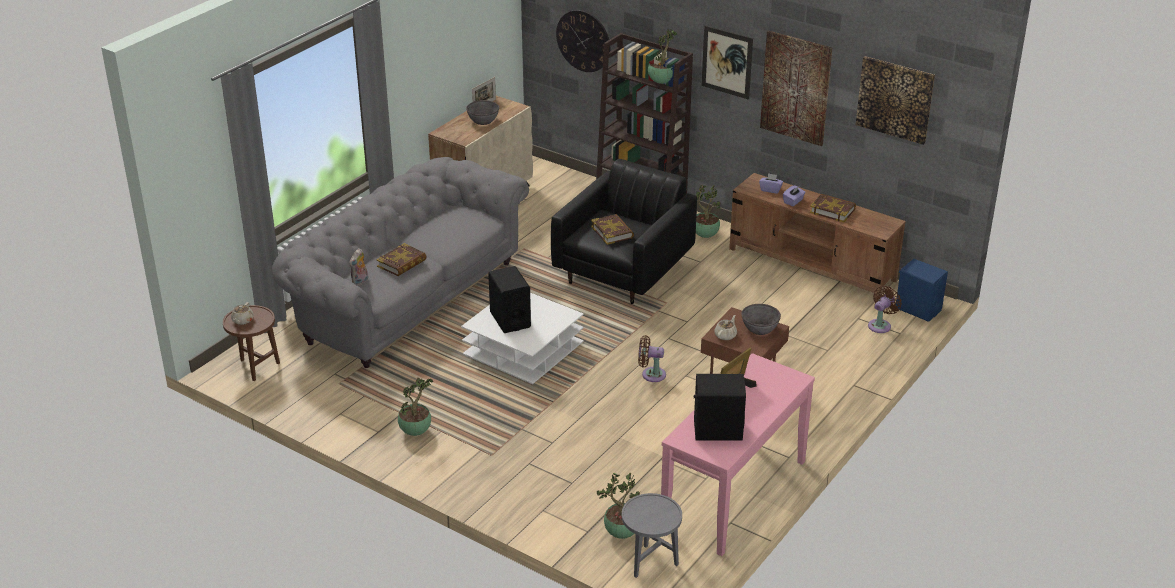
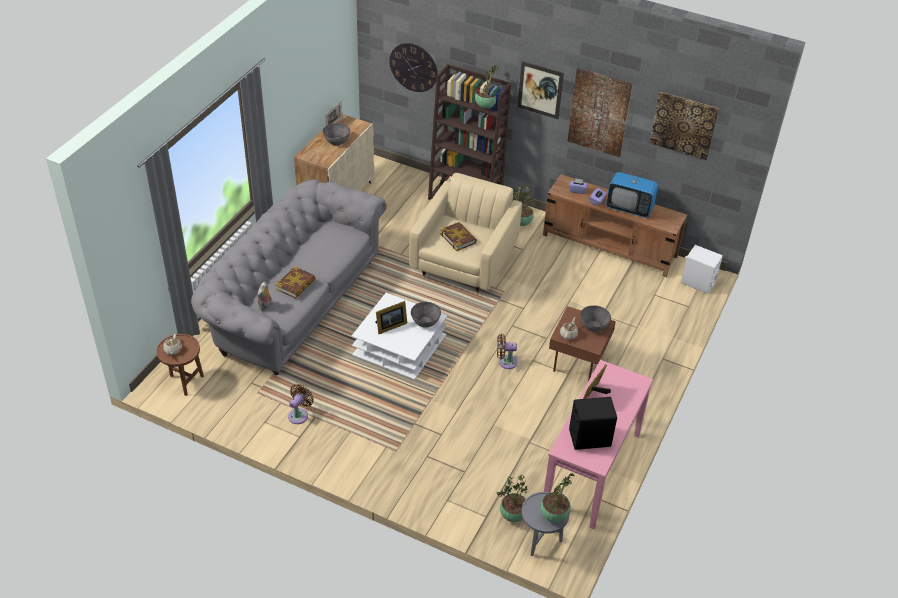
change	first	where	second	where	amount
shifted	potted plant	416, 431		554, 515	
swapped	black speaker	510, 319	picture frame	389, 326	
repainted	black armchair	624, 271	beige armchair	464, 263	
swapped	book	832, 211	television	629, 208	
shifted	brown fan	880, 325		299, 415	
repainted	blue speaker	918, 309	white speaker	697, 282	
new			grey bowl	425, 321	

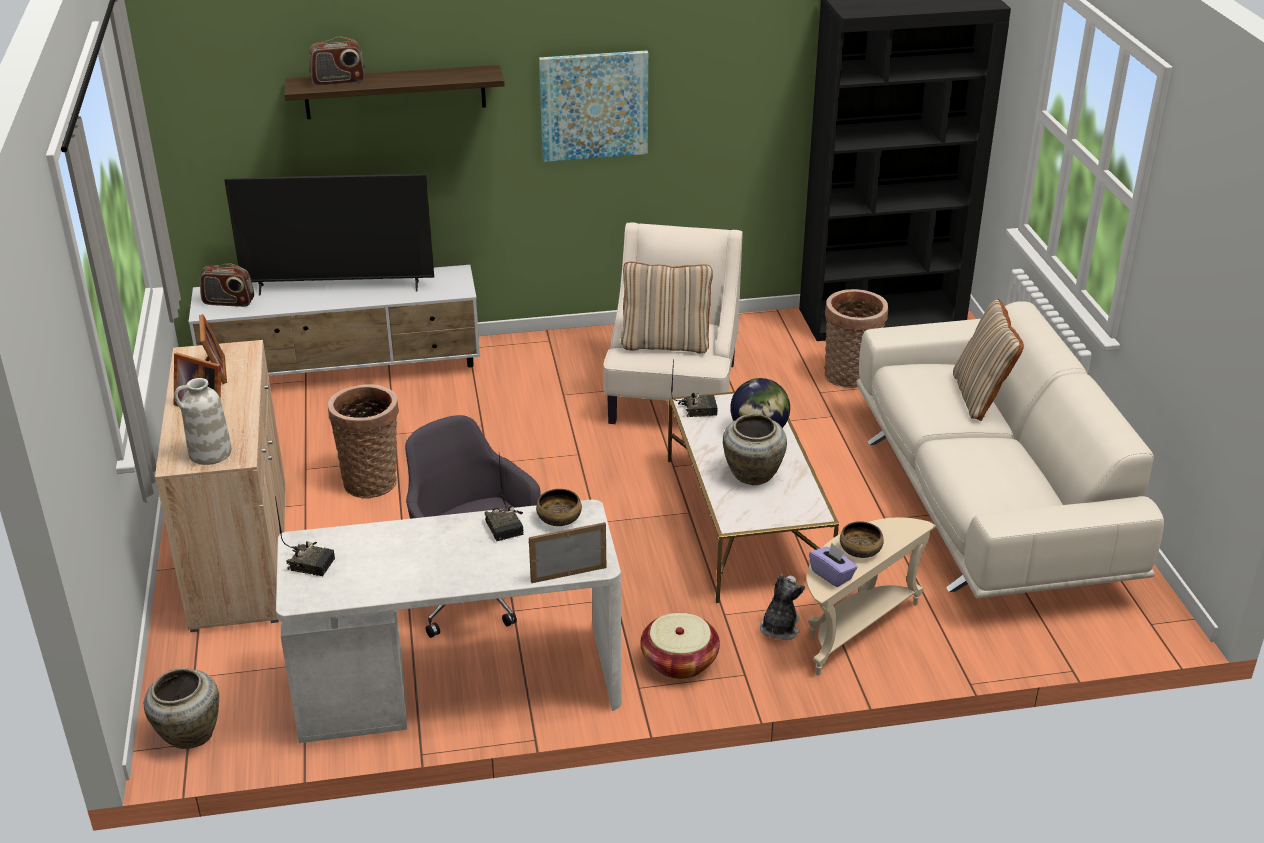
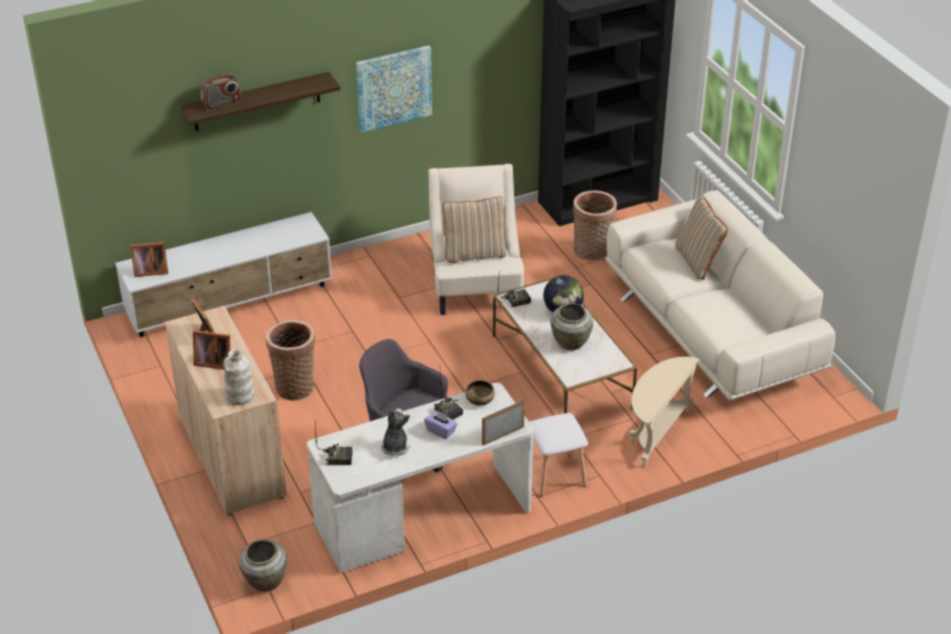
change	first	where	second	where	amount
swapped	radio	228, 302	picture frame	149, 271	
gone	television	339, 287			
swapped	basket	679, 661	white stool	556, 474	
shifted	plush toy	779, 628		395, 447	
shifted	purple tissue box	832, 575		441, 431	
gone	bowl	860, 550			

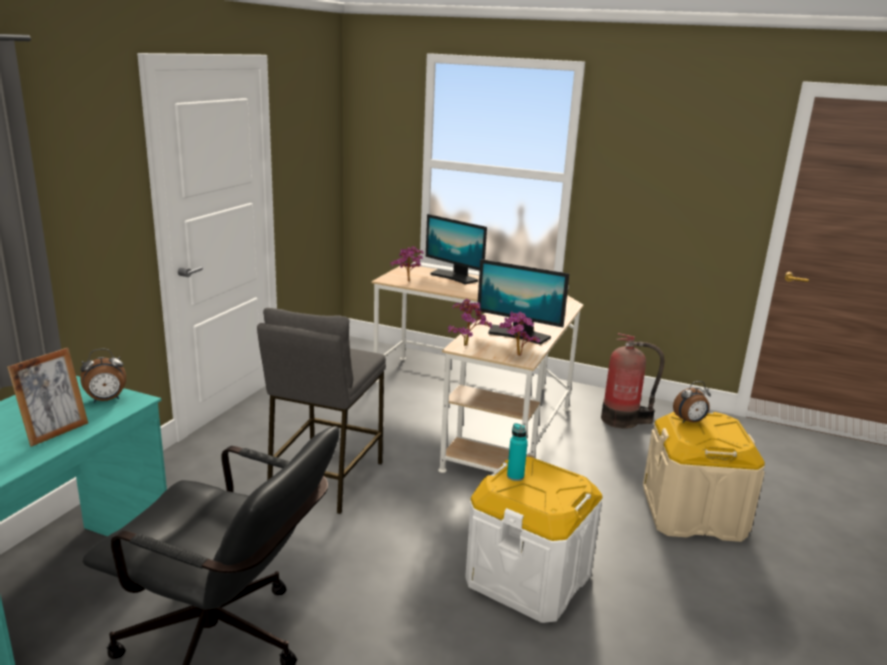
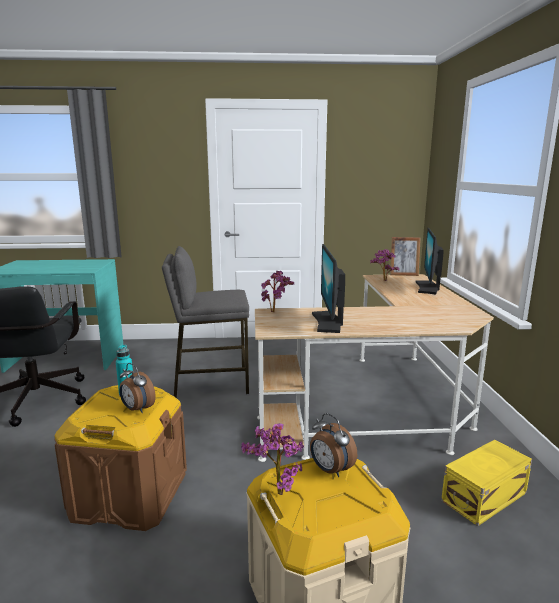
change	first	where	second	where	amount
shifted	picture frame	55, 432		403, 274	
shifted	alarm clock	106, 400		137, 409	
repainted	white storage box	528, 578	brown storage box	130, 495	
shifted	potted plant	516, 356		275, 491	
swapped	fire extinguisher	623, 420	yellow storage box	486, 497	

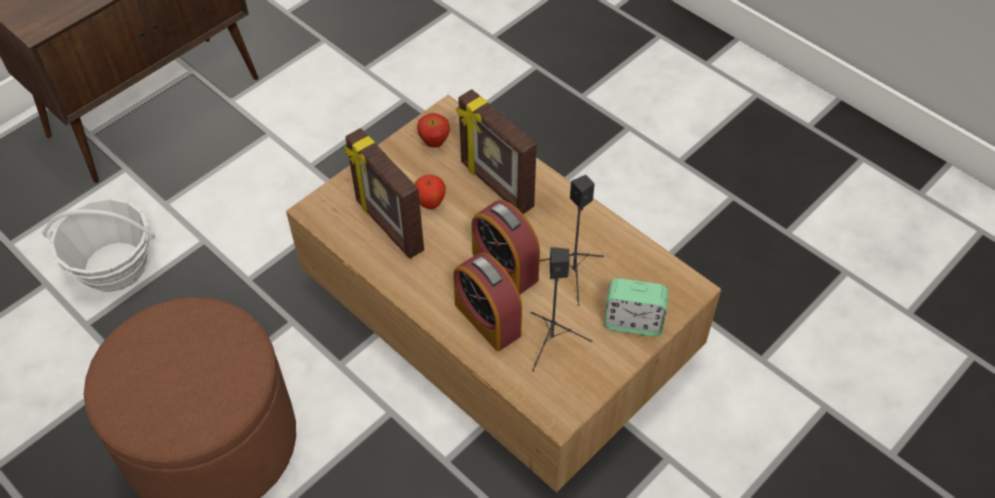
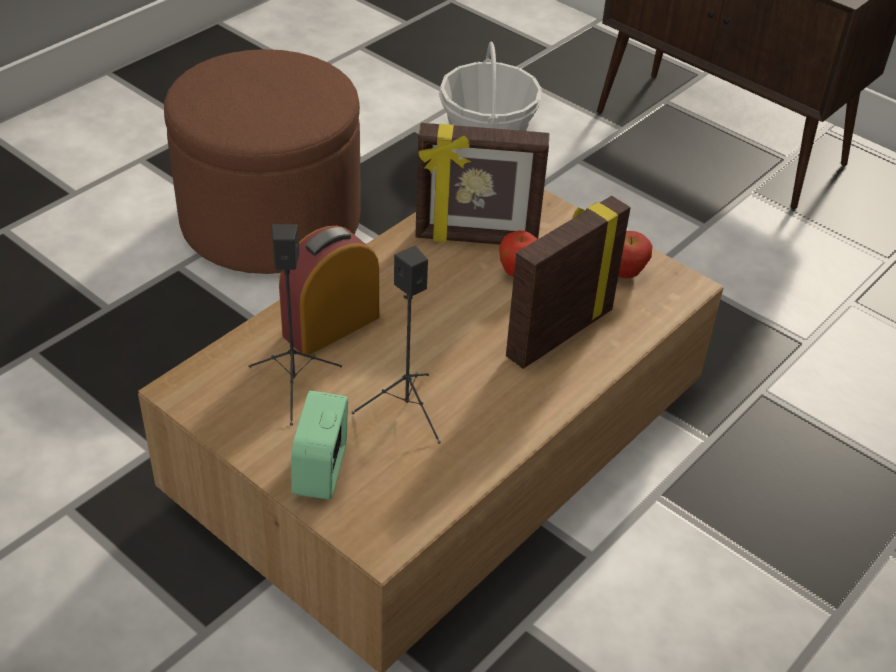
change	first	where	second	where	amount
rotated	picture frame	388, 226		476, 239	135 degrees counterclockwise
gone	alarm clock	505, 266			

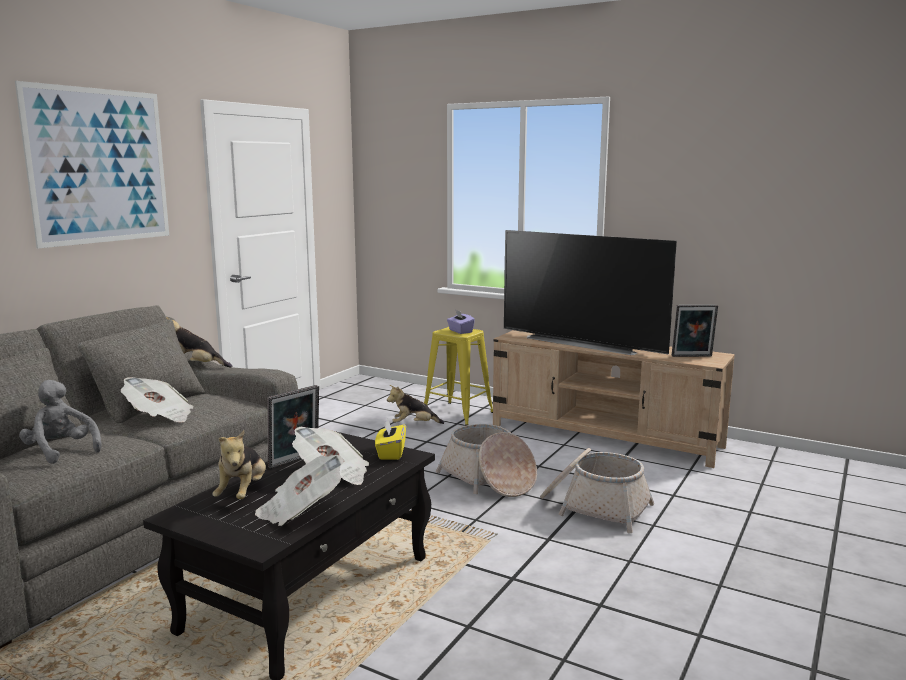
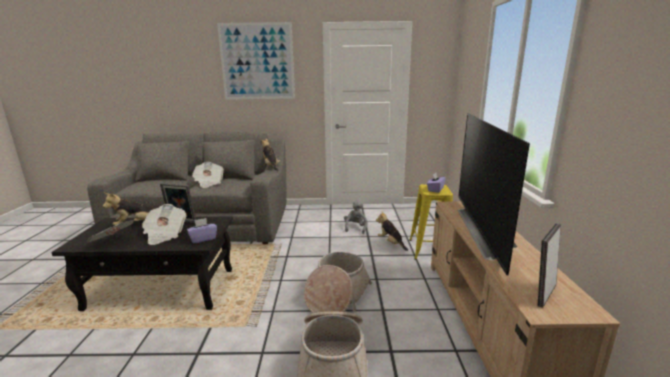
change	first	where	second	where	amount
shifted	grey plush toy	61, 451		355, 228	
repainted	yellow tissue box	391, 453	purple tissue box	203, 239	
rotated	picture frame	692, 356		543, 294	75 degrees clockwise

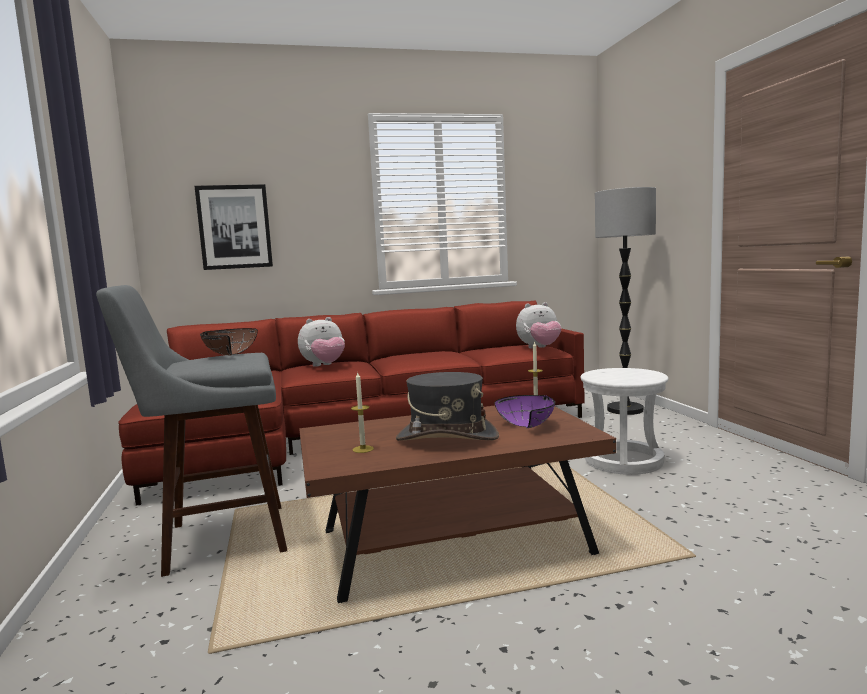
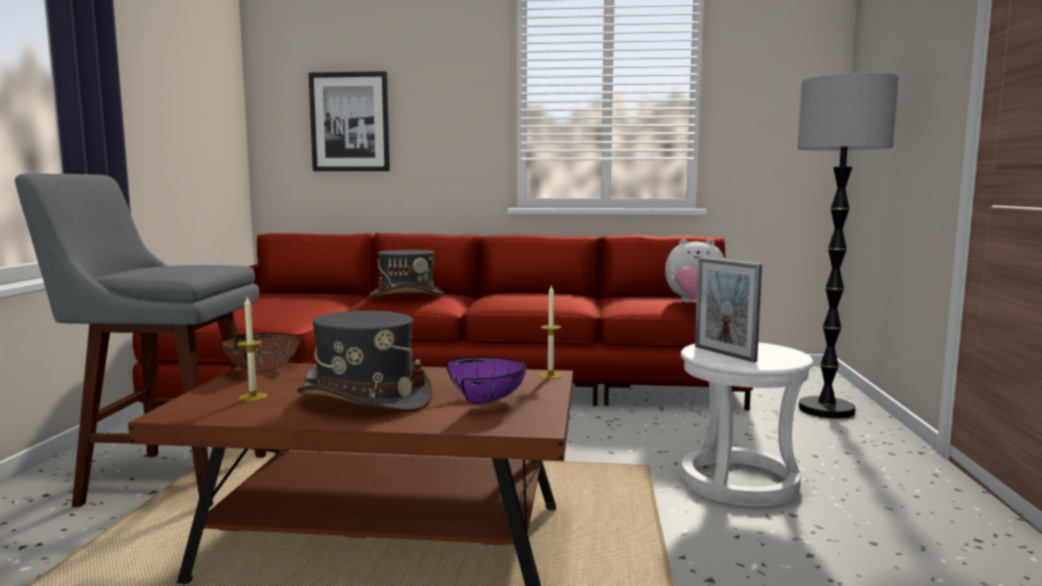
change	first	where	second	where	amount
shifted	brown bowl	226, 355		257, 370	
swapped	plush toy	324, 366	grey hat	407, 295	
new			picture frame	724, 354	

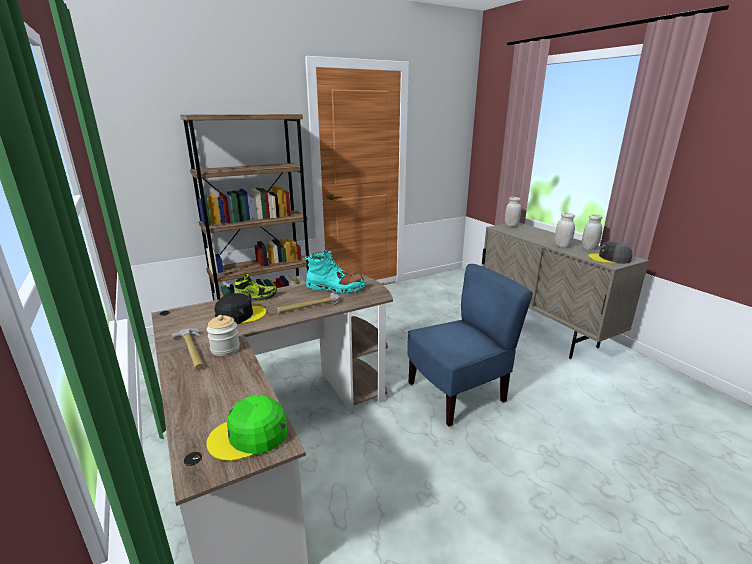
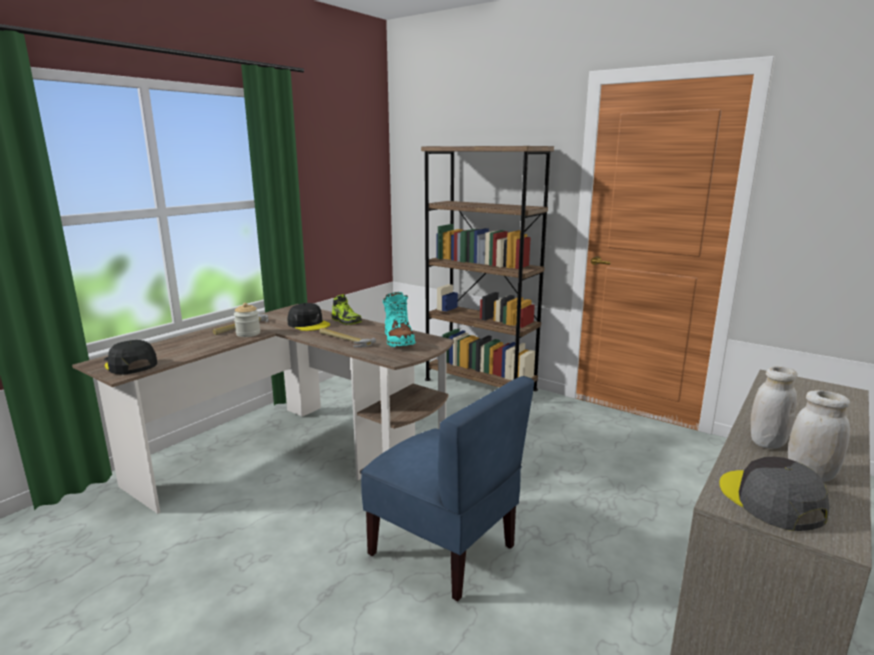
change	first	where	second	where	amount
repainted	green cap	249, 435	black cap	131, 365	
gone	white jar	511, 225			

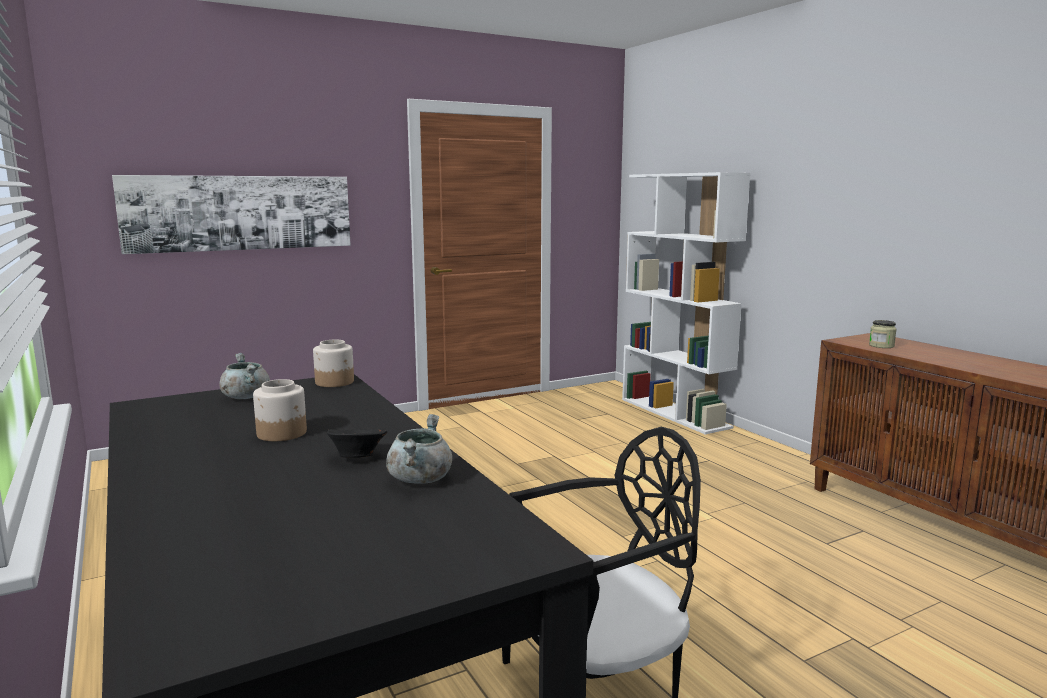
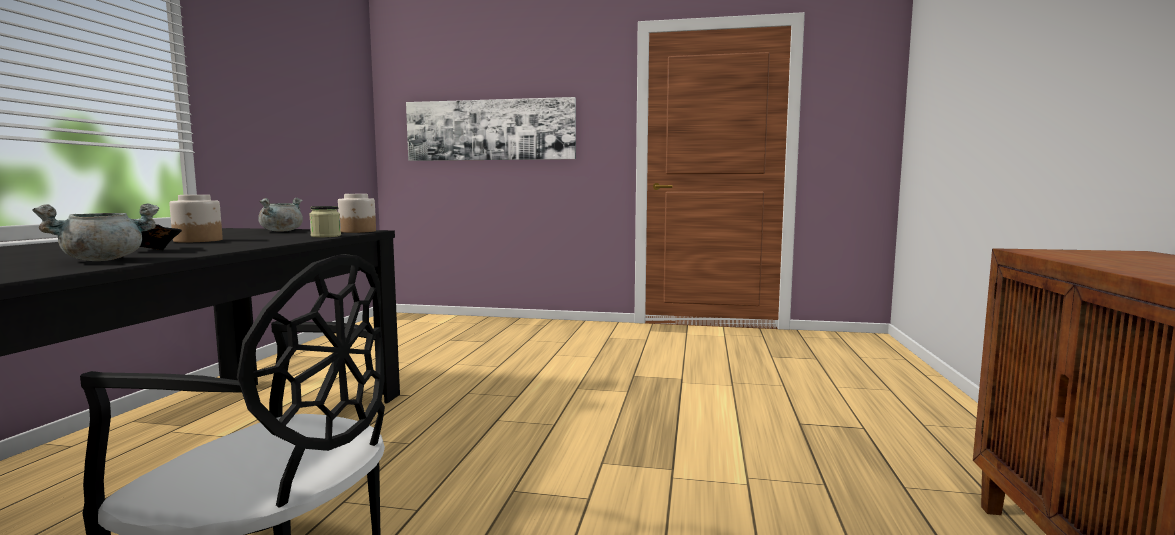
change	first	where	second	where	amount
gone	white bookcase	675, 413			
shifted	jar	881, 346		326, 236	

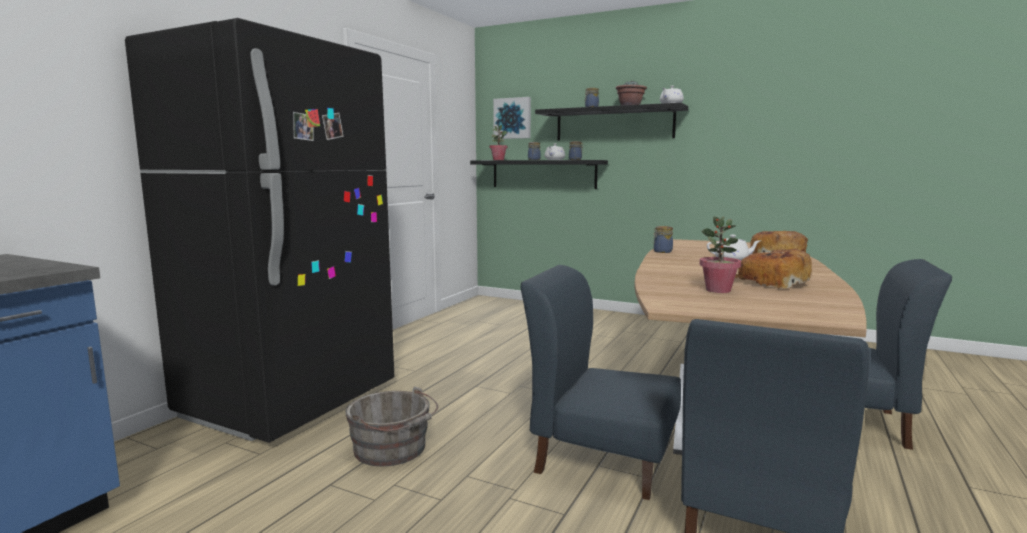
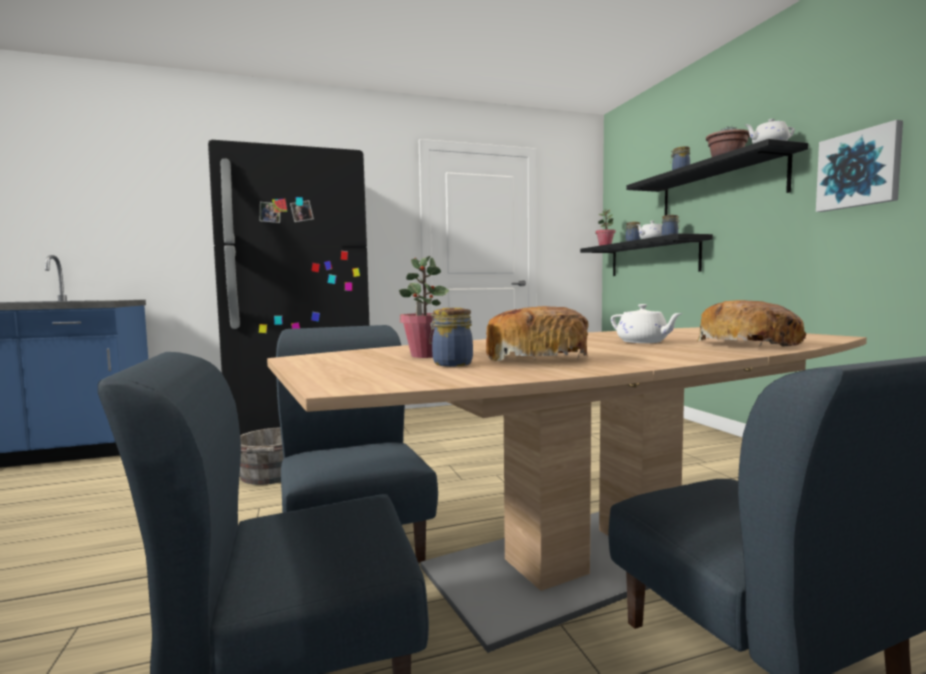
change	first	where	second	where	amount
shifted	picture	512, 118		859, 169	
shifted	jar	662, 251		451, 364	

